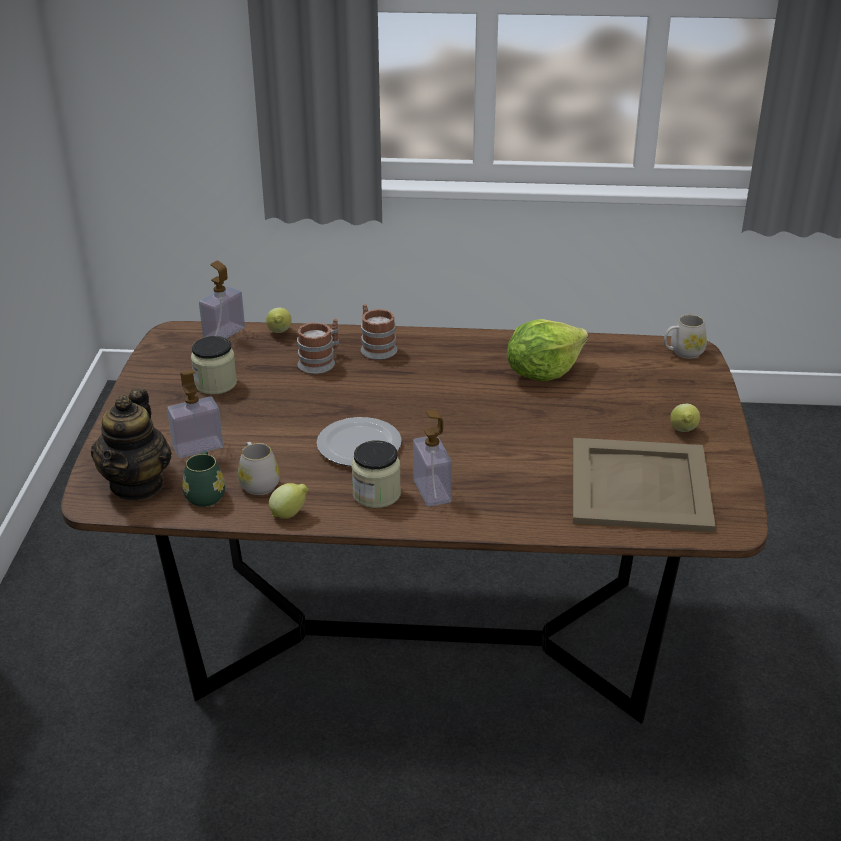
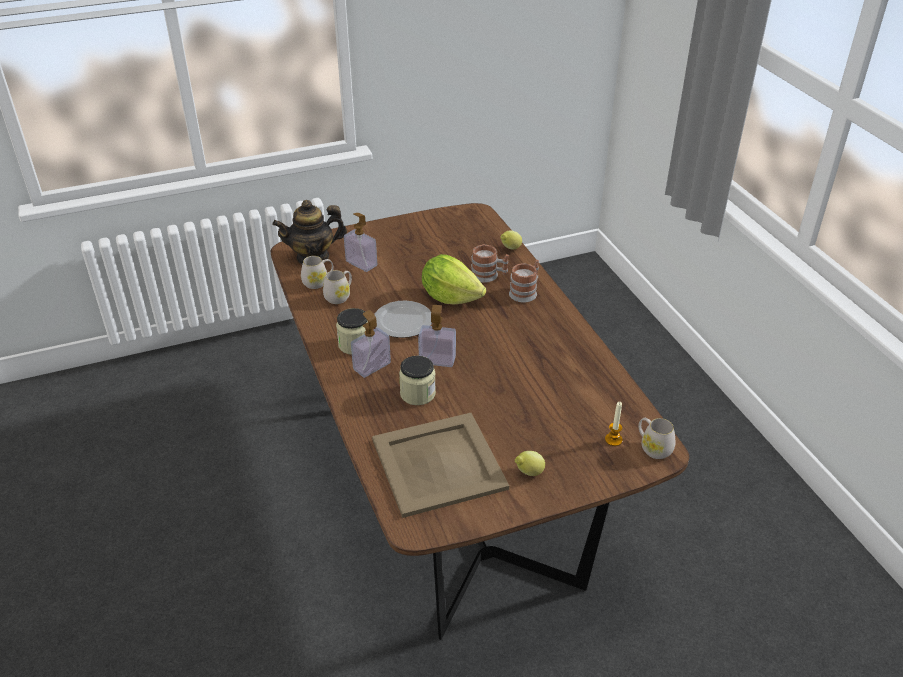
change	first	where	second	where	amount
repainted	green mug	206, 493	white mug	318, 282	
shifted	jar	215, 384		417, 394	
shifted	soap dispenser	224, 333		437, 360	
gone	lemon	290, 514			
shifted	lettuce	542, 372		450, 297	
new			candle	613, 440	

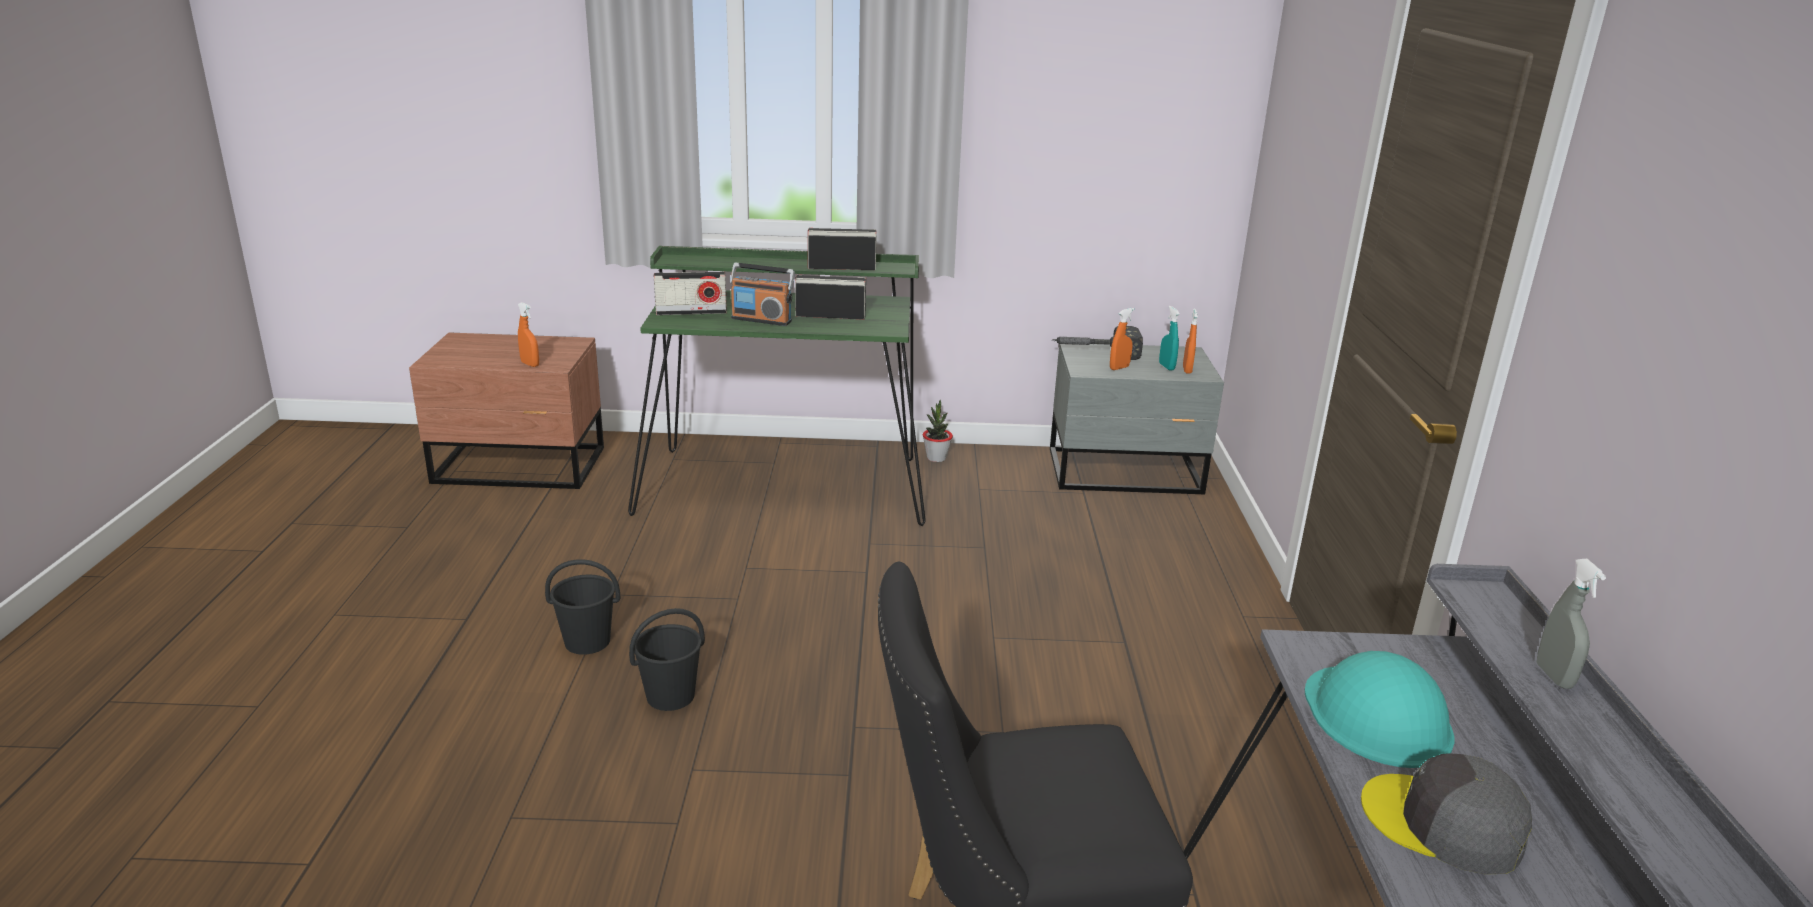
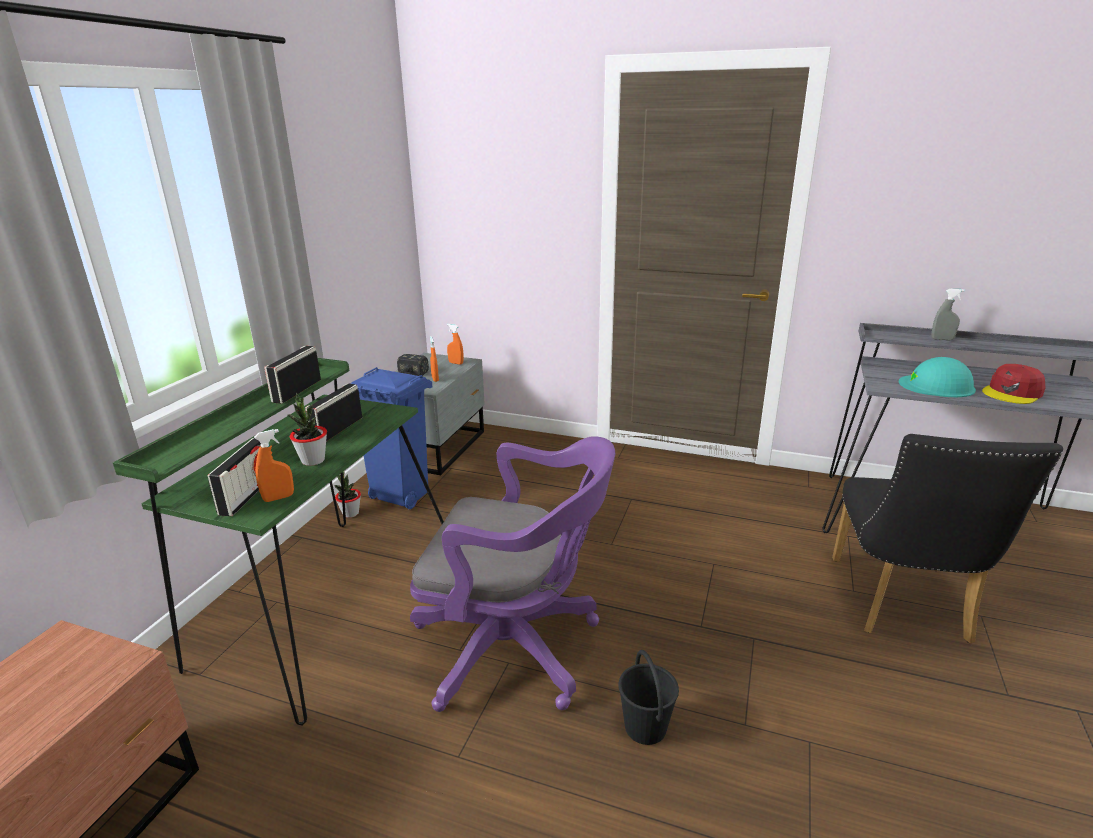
change	first	where	second	where	amount
shifted	orange spray bottle	530, 364		278, 498	
gone	black bucket	588, 642			
swapped	radio	761, 320	potted plant	313, 460	
gone	turquoise spray bottle	1166, 367			
repainted	grey cap	1443, 824	red cap	1012, 393	
new			blue trash can	400, 496	
new			purple office chair	516, 648	

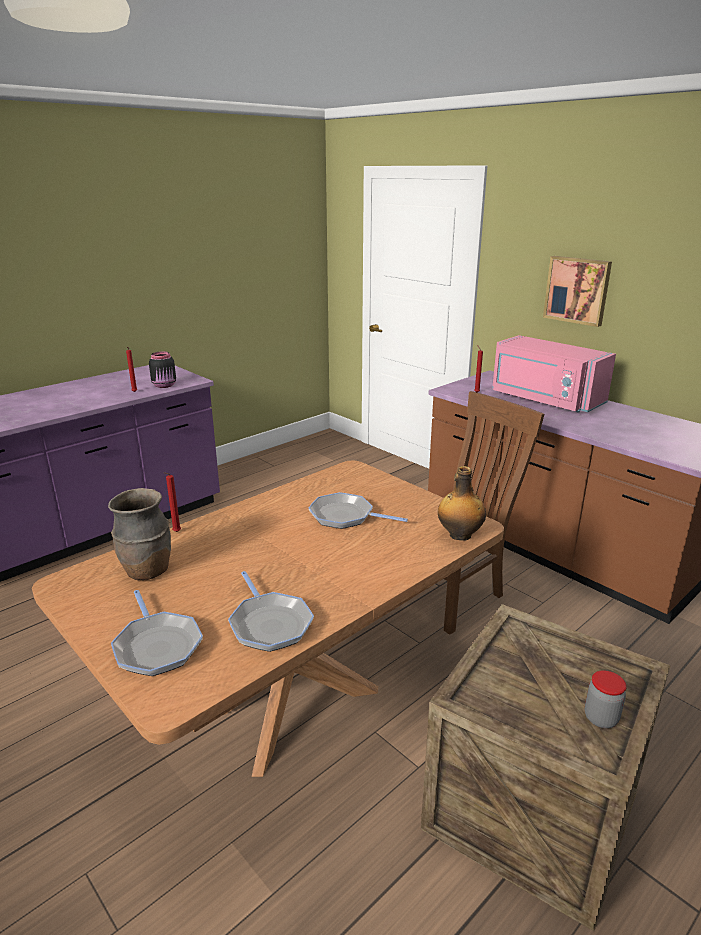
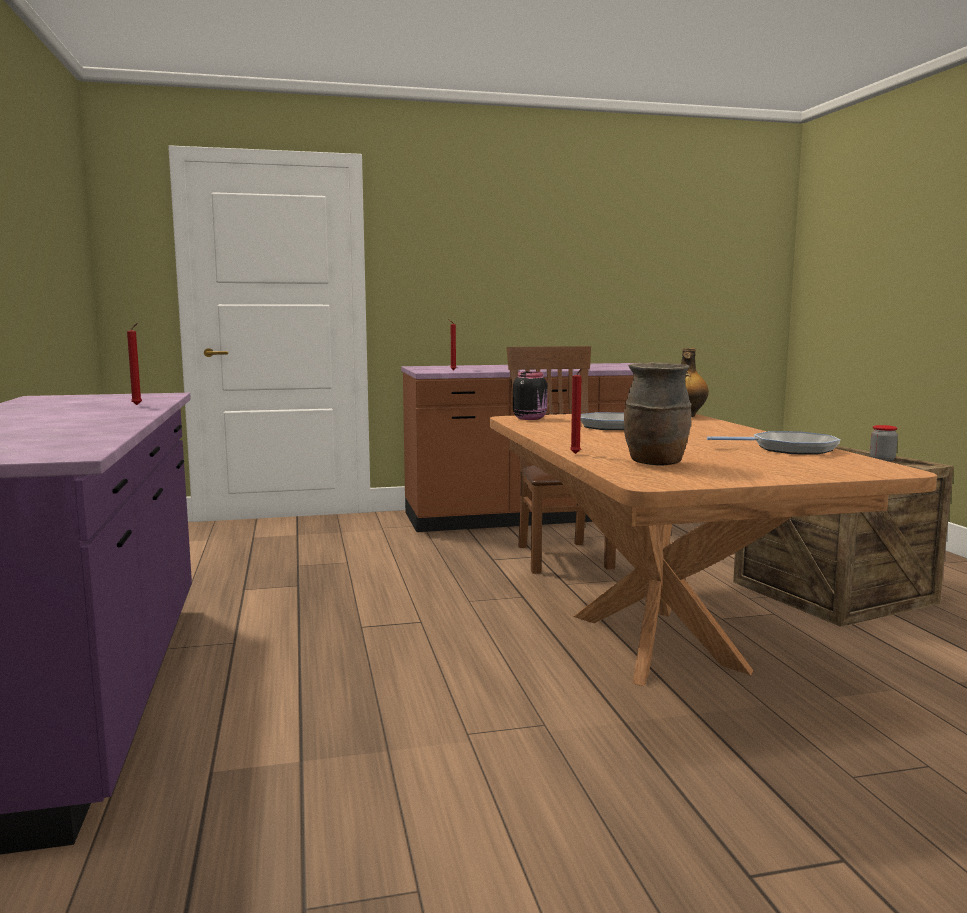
change	first	where	second	where	amount
gone	frying pan	157, 646			
shifted	black jar	165, 385		530, 418	
gone	pink microwave	544, 400			
gone	picture	577, 290			

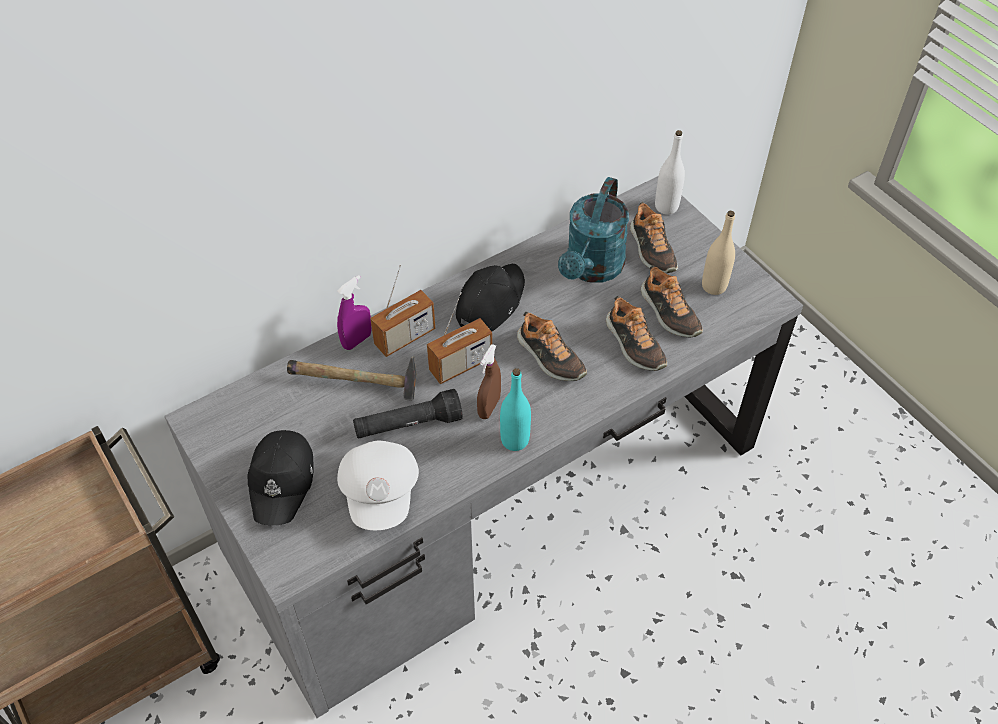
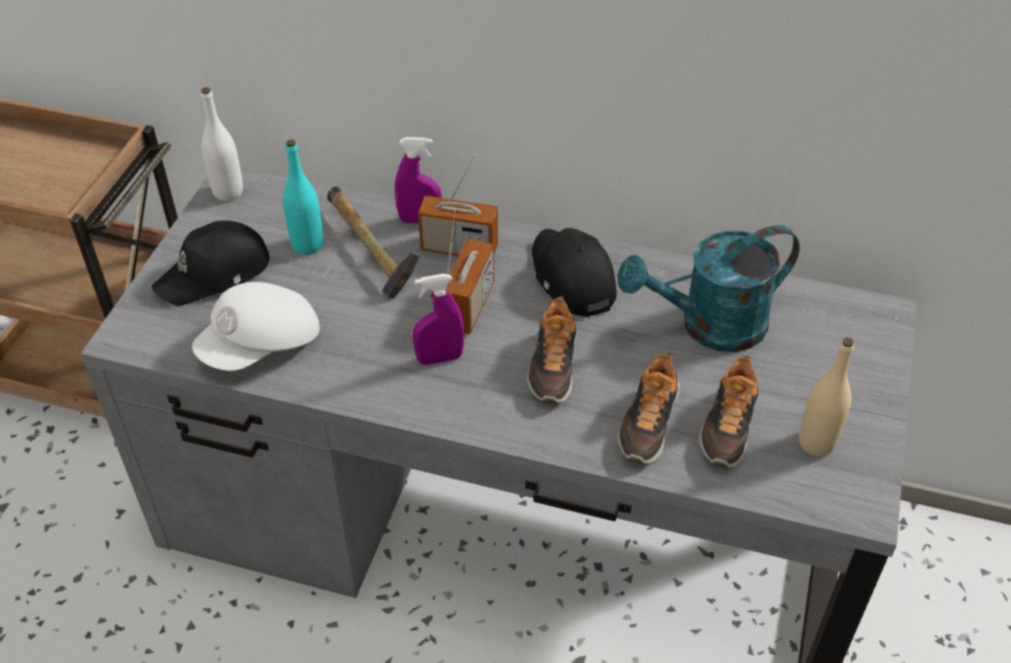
change	first	where	second	where	amount
gone	black flashlight	408, 425			
rotated	radio	460, 365		469, 306	90 degrees counterclockwise
rotated	black cap	490, 302		571, 278	105 degrees counterclockwise
repainted	brown spray bottle	489, 407	purple spray bottle	440, 358	
shifted	turquoise bottle	515, 440		307, 245	
gone	shoe	651, 249			
shifted	white bottle	666, 207		228, 192	

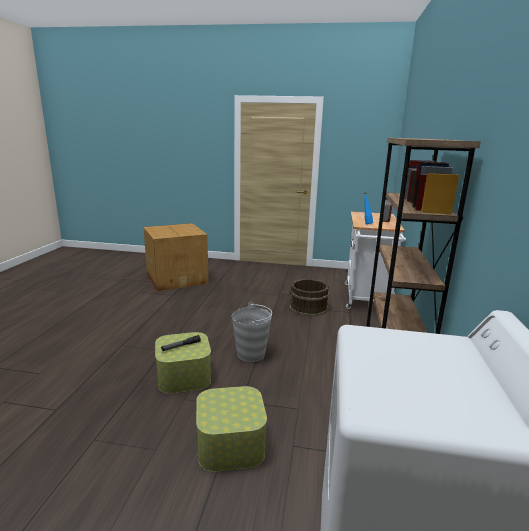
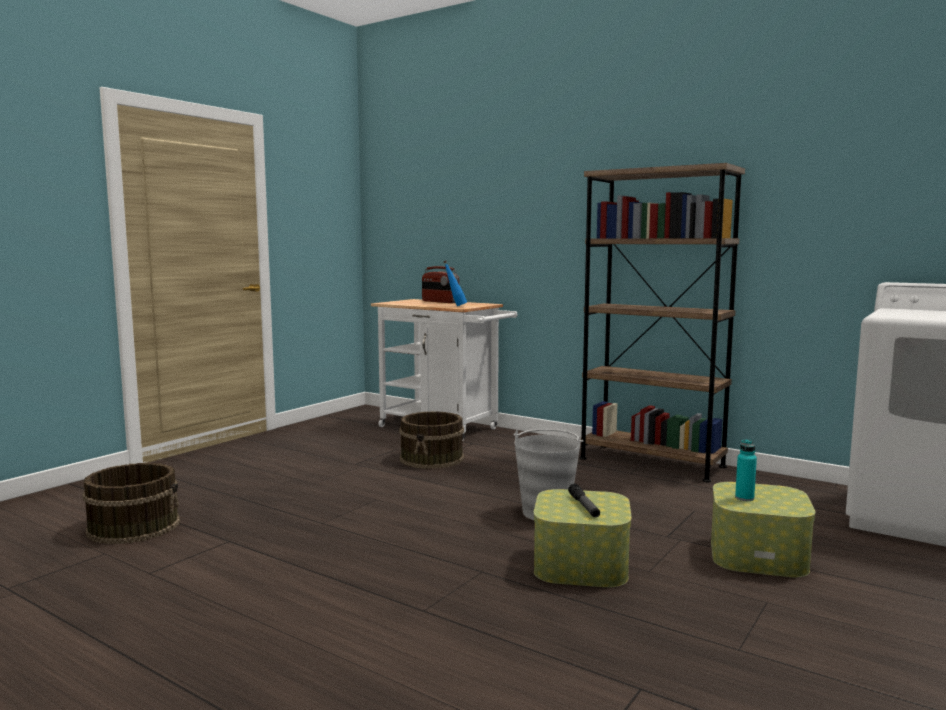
change	first	where	second	where	amount
swapped	cardboard box	177, 278	brown bucket	134, 526	
new			turquoise bottle	744, 498	

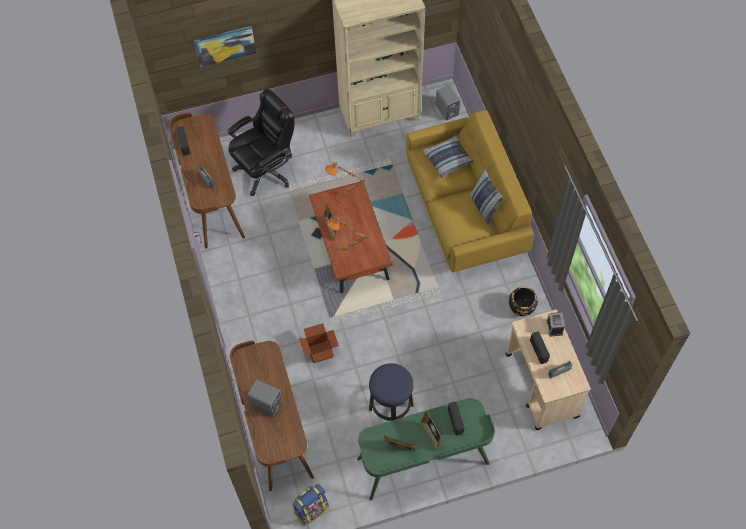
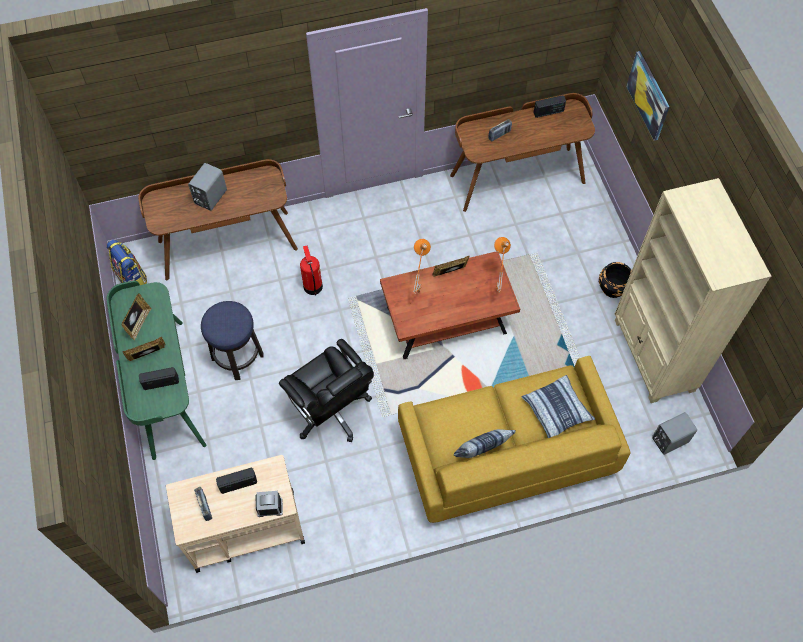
change	first	where	second	where	amount
shifted	black office chair	266, 169		331, 410	
swapped	cardboard box	320, 352	fire extinguisher	313, 286	
shifted	black planter	521, 308		612, 288	

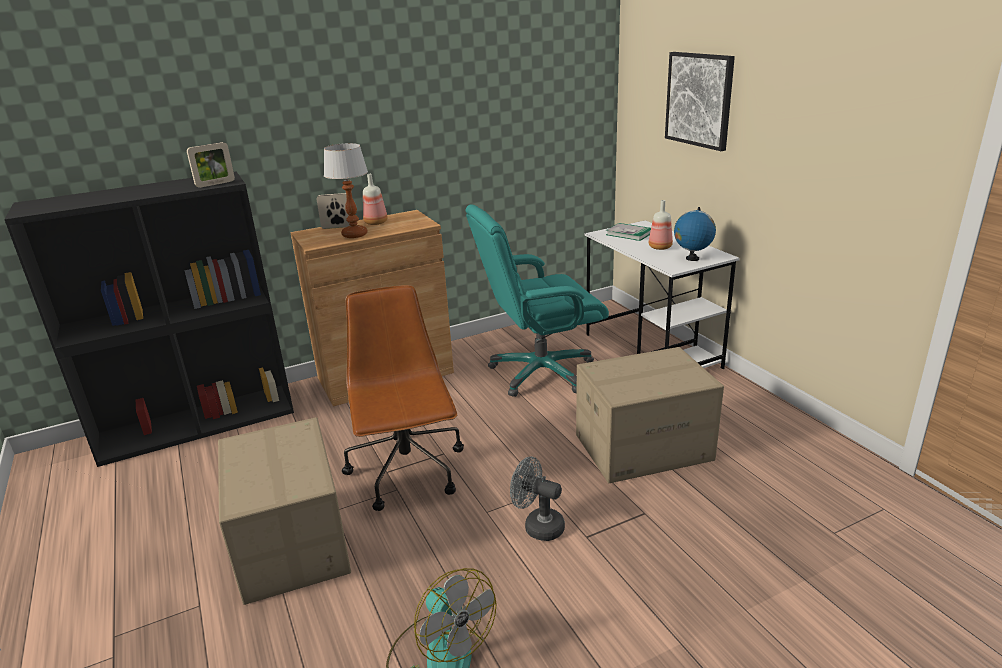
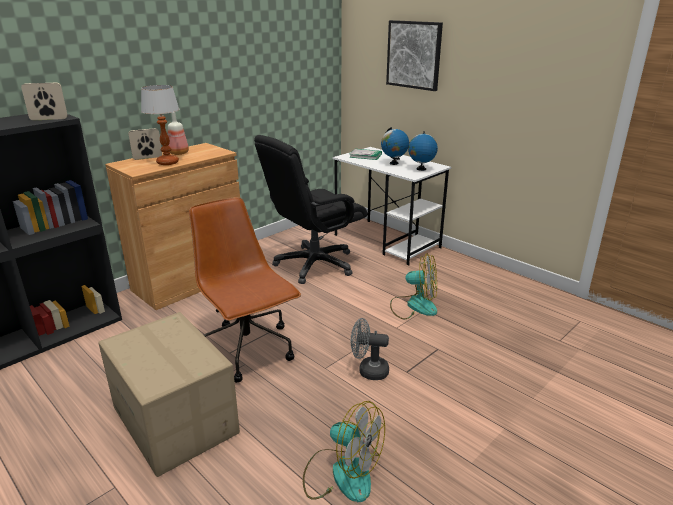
change	first	where	second	where	amount
rotated	picture frame	215, 184		49, 119	135 degrees counterclockwise
repainted	turquoise office chair	540, 372	black office chair	314, 265	
swapped	cardboard box	643, 447	fan	414, 306	
swapped	bottle	660, 247	globe	393, 163	

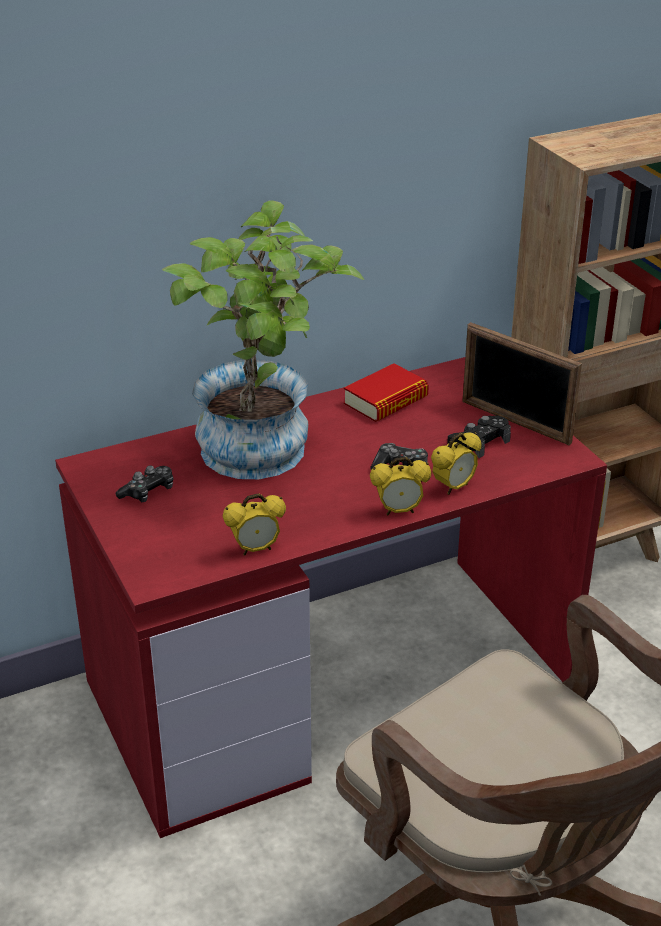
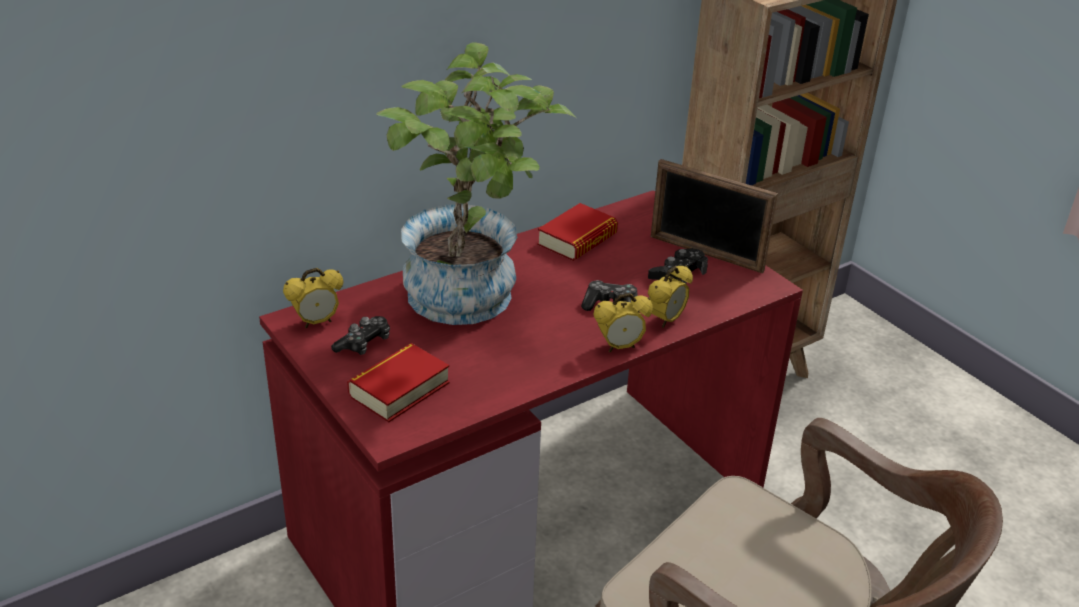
change	first	where	second	where	amount
shifted	alarm clock	255, 549		316, 322	
new			book	399, 389	

